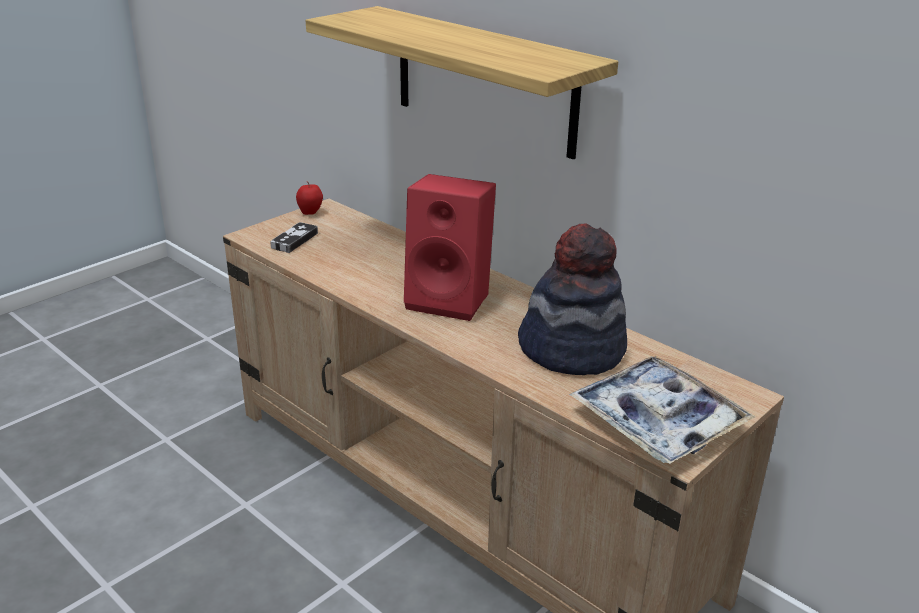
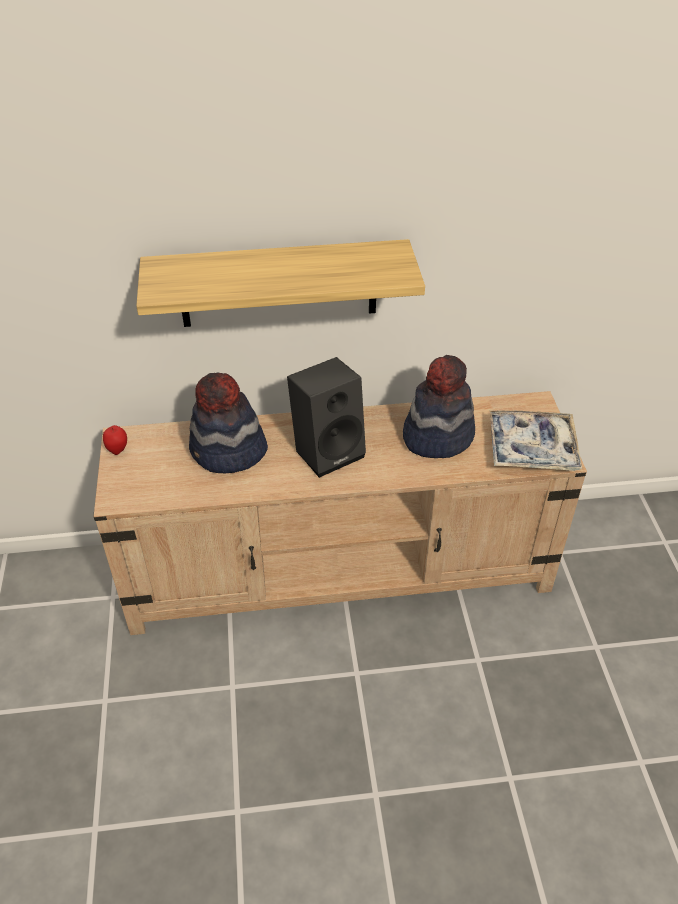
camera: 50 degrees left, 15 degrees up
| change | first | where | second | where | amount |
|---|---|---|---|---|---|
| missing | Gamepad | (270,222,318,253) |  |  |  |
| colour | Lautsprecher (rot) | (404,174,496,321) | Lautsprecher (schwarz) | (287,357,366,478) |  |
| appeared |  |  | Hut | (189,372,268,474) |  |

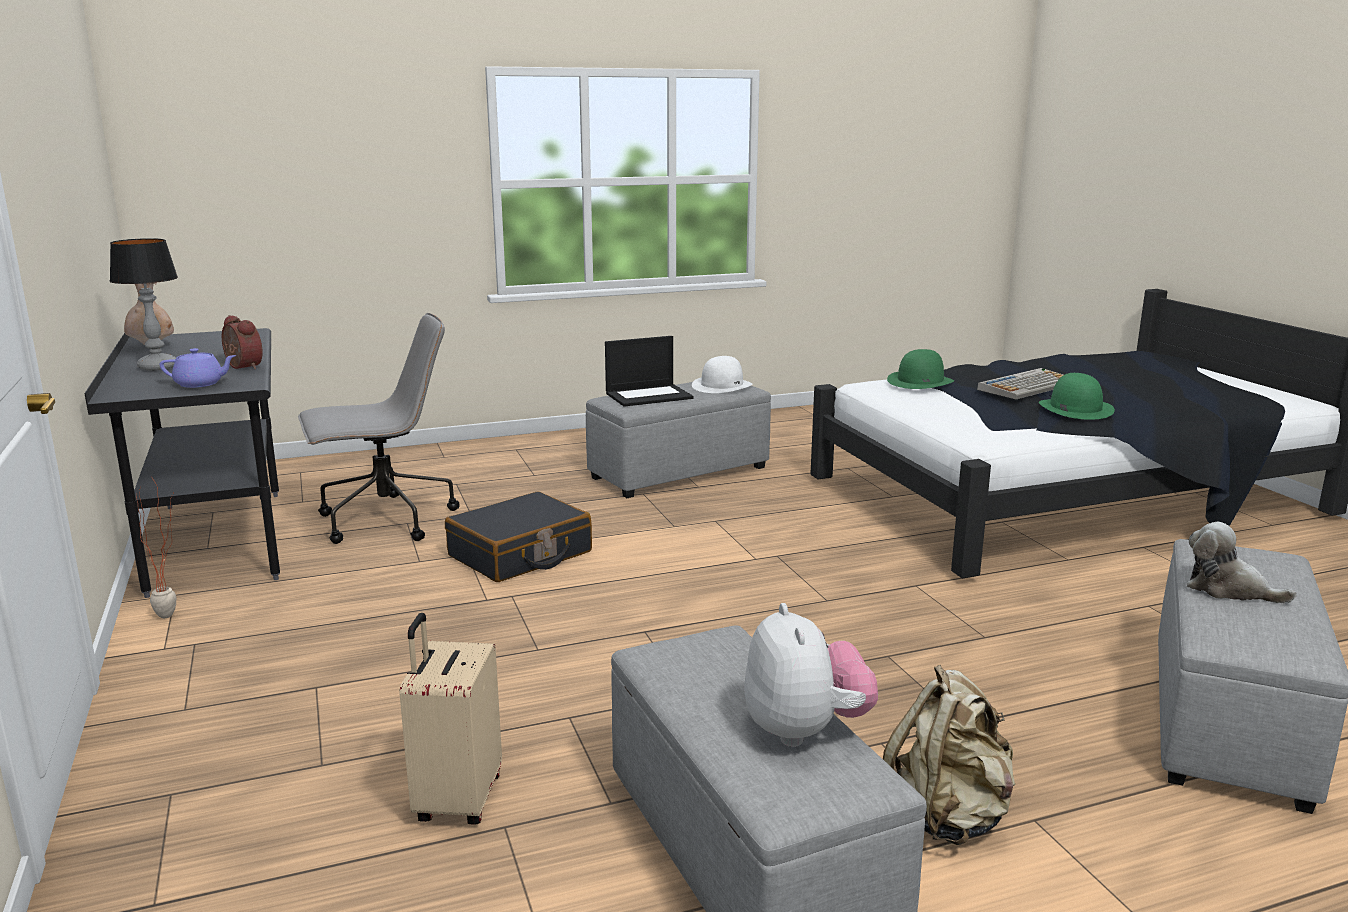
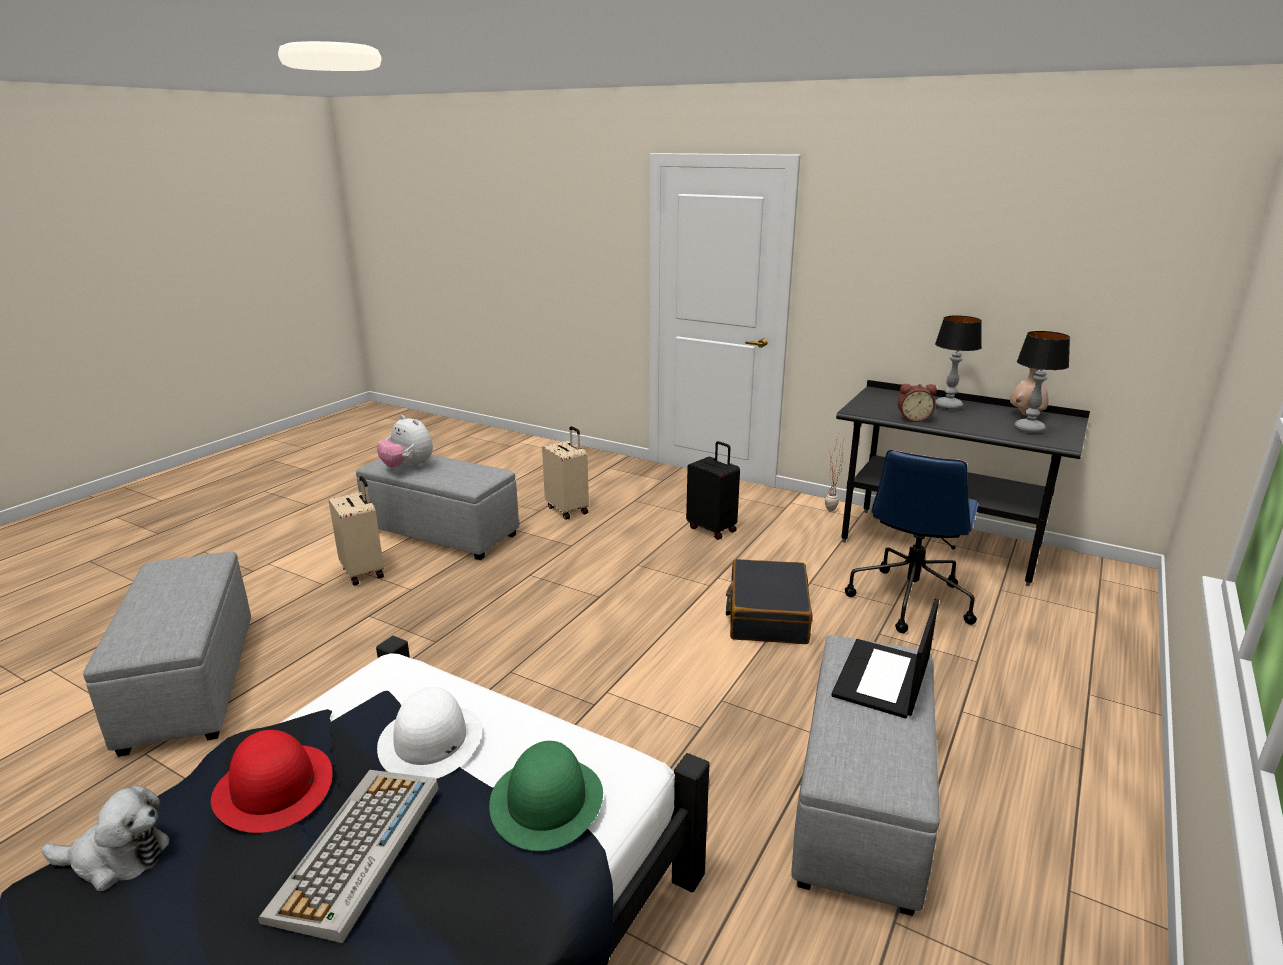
camera: 140 degrees right, 5 degrees up
| change | first | where | second | where | amount |
|---|---|---|---|---|---|
| missing | Teekanne (lila) | (160,348,236,388) |  |  |  |
| colour | Bürostuhl (grau) | (298,313,460,544) | Bürostuhl (blau) | (845,450,979,633) |  |
| relocated | Hut (weiß) | (692,356,753,393) |  | (377,687,482,779) |  |
| exchanged | Rucksack (beige) | (883,665,1015,845) | Koffer (beige) | (329,476,384,585) |  |
| colour | Hut (grün) | (1039,373,1115,420) | Hut (rot) | (211,730,333,833) |  |
| relocated | Plüschtier | (1187,522,1297,603) |  | (41,785,170,891) |  |
| appeared |  |  | Koffer (schwarz) | (686,441,740,540) |  |
| appeared |  |  | Tischlampe | (1014,331,1070,433) |  |

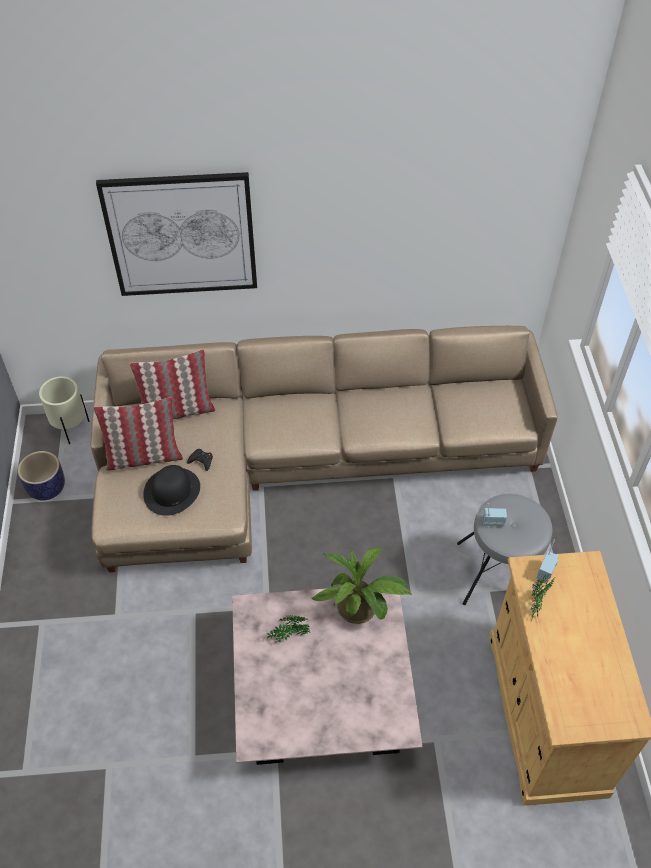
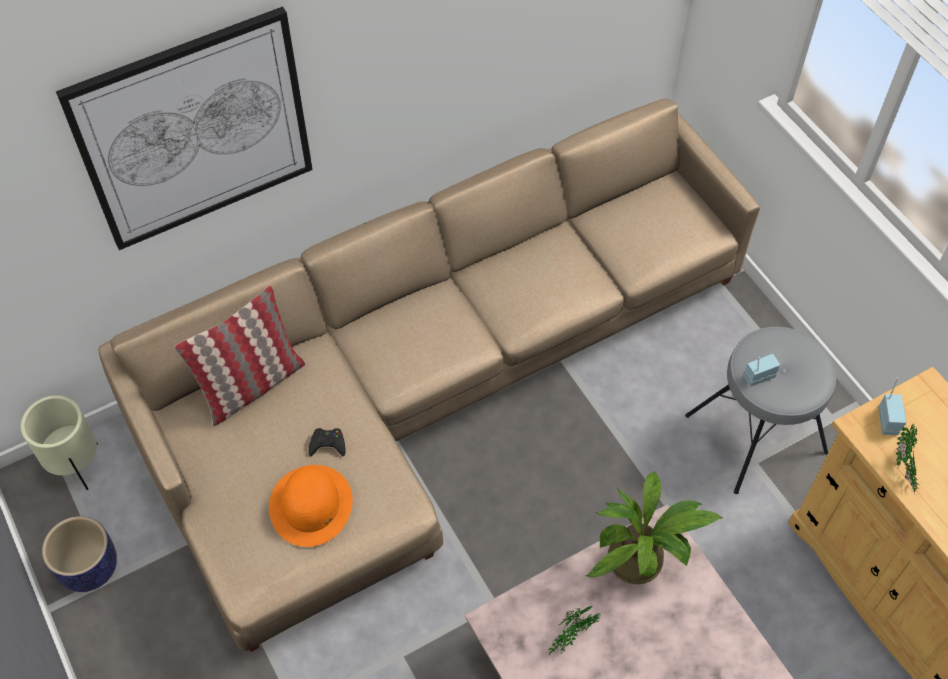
camera: 25 degrees left, 5 degrees up
| change | first | where | second | where | amount |
|---|---|---|---|---|---|
| missing | Kissen | (94,397,183,471) |  |  |  |
| colour | Hut (schwarz) | (143,465,200,516) | Hut (orange) | (269,465,353,547) |  |

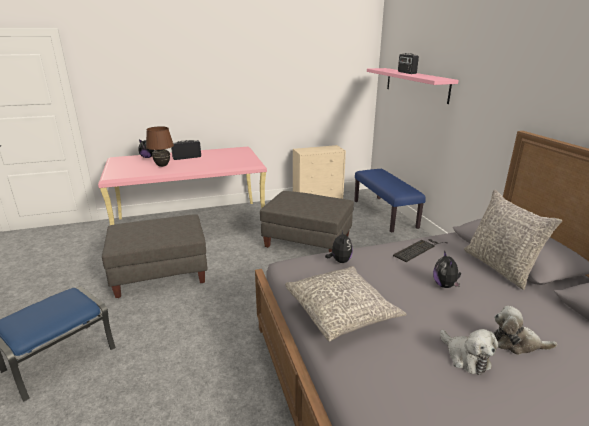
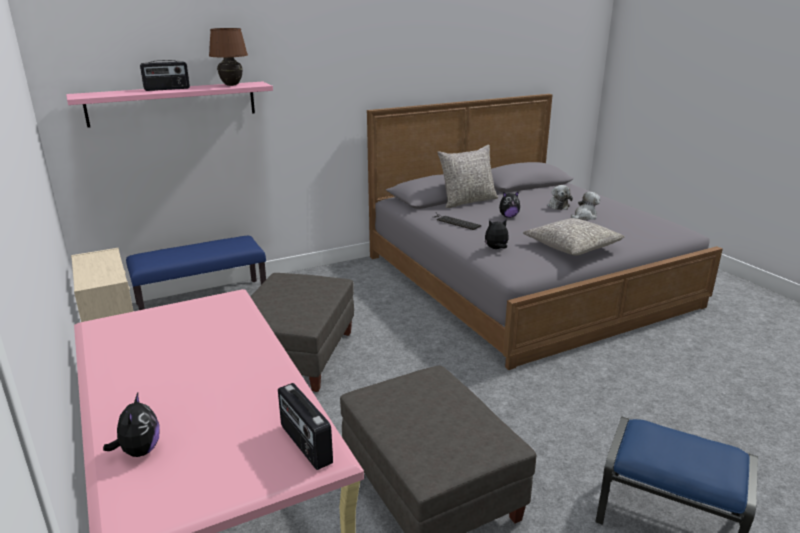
camera: 100 degrees left, 0 degrees up
| change | first | where | second | where | amount |
|---|---|---|---|---|---|
| relocated | Tischlampe (braun) | (146,126,174,167) |  | (209,28,248,86) |  |
| relocated | Radio | (171,140,201,160) |  | (278,383,333,470) |  |

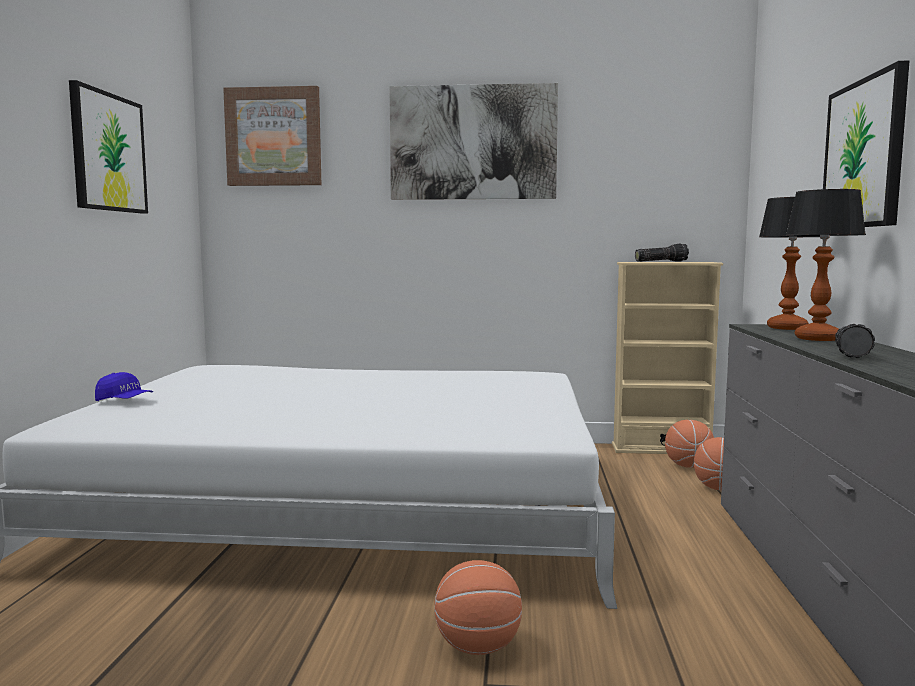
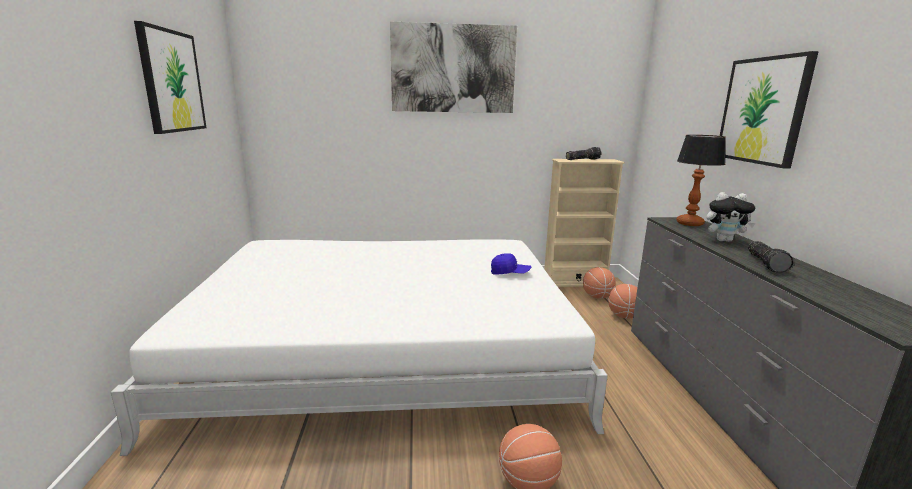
camera: 10 degrees left, 10 degrees up
| change | first | where | second | where | amount |
|---|---|---|---|---|---|
| relocated | Kappe (blau) | (95,372,153,401) |  | (491,253,531,274) |  |
| missing | Bild | (223,86,322,186) |  |  |  |
| exchanged | Tischlampe | (786,189,866,341) | Plüschtier | (706,192,755,242) |  |

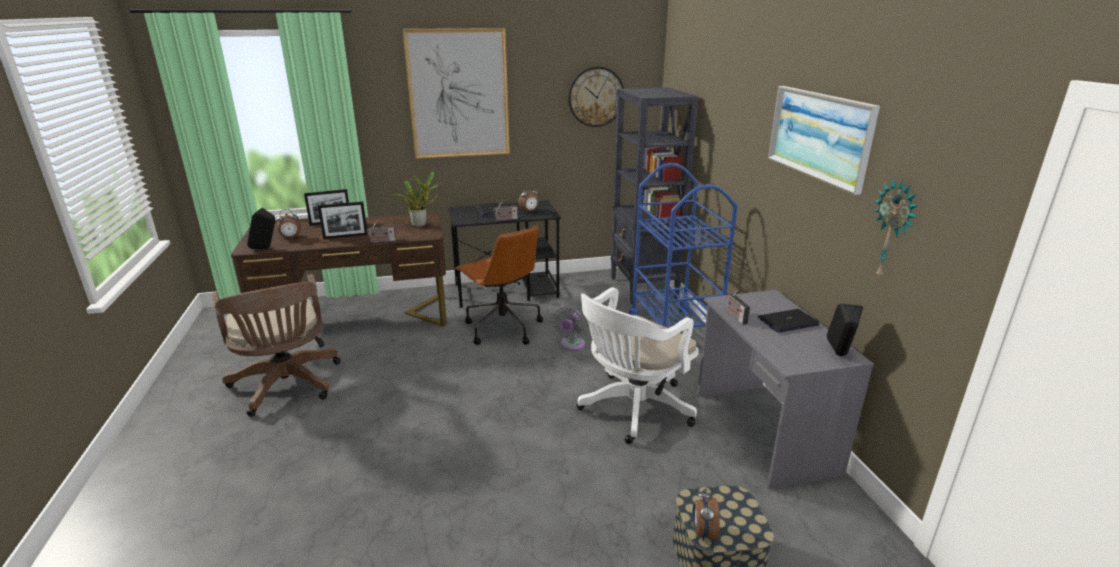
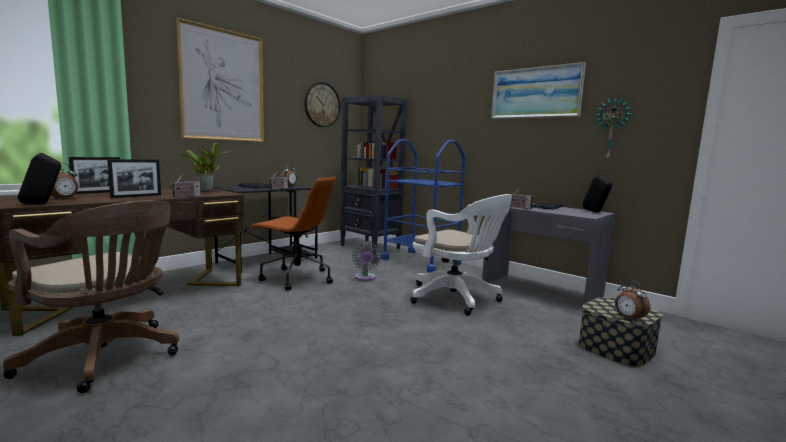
camera: 35 degrees left, 15 degrees down
| change | first | where | second | where | amount |
|---|---|---|---|---|---|
| spun | Bürostuhl (weiß) | (577,287,699,444) |  | (410,194,512,315) | 60 degrees counterclockwise |

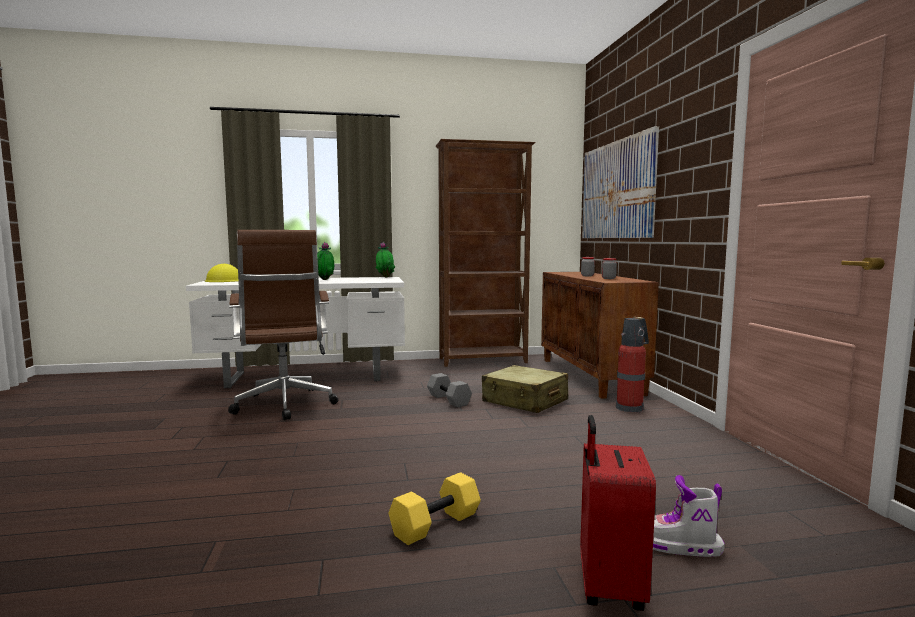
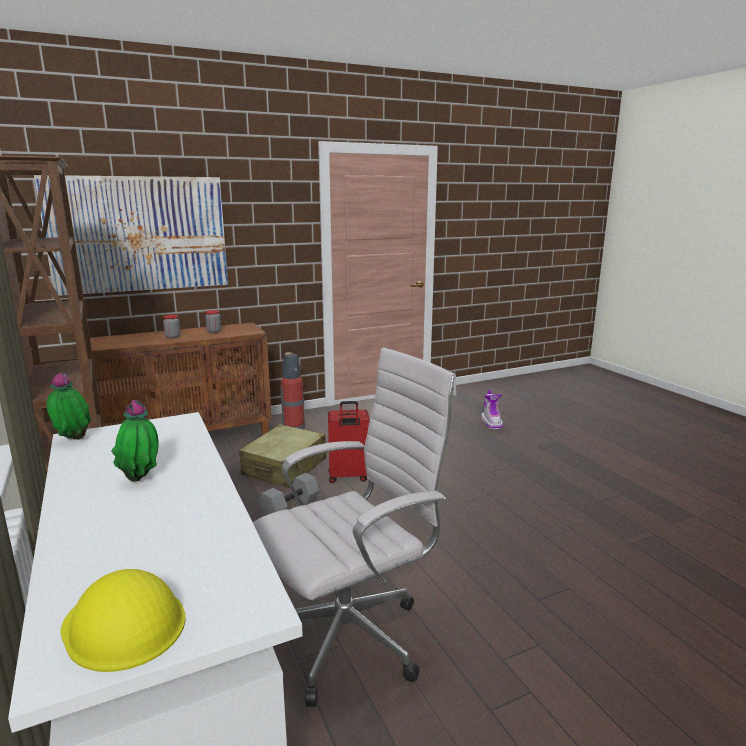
camera: 105 degrees left, 10 degrees up
| change | first | where | second | where | amount |
|---|---|---|---|---|---|
| colour | Bürostuhl (braun) | (228,230,338,420) | Bürostuhl (weiß) | (253,347,457,707) |  |
| missing | Hantel (gelb) | (389,472,481,545) |  |  |  |
| relocated | Koffer (rot) | (580,415,656,611) |  | (328,401,370,483) |  |

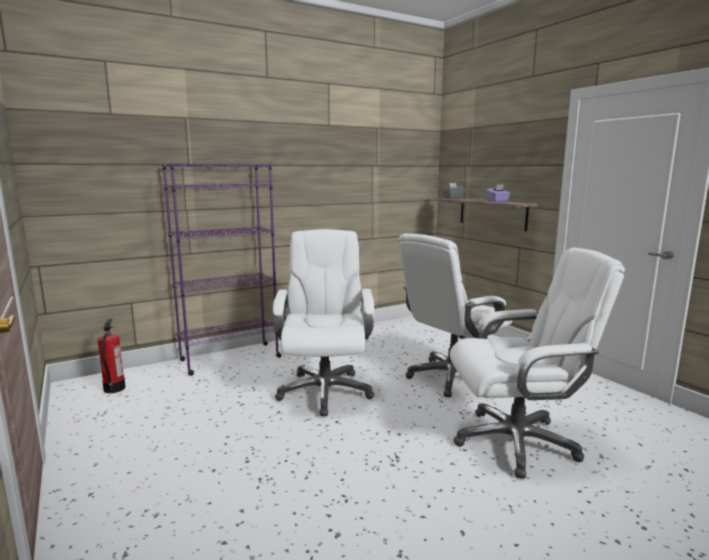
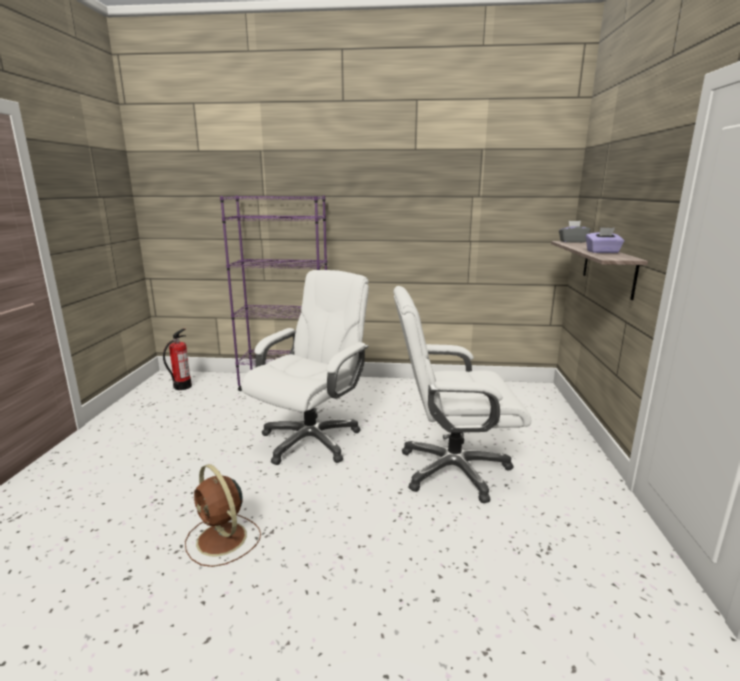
camera: 35 degrees right, 5 degrees up
| change | first | where | second | where | amount |
|---|---|---|---|---|---|
| missing | Bürostuhl (weiß) | (450,248,625,479) |  |  |  |
| appeared |  |  | Ventilator (braun) | (185,464,261,567) |  |

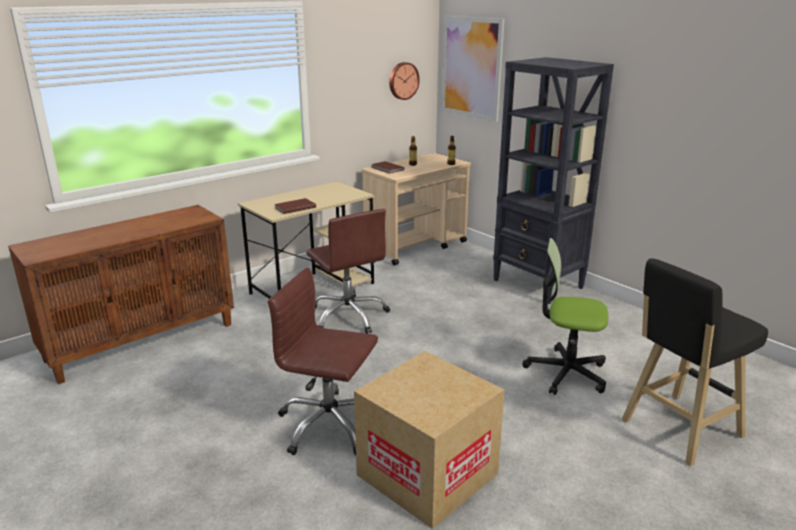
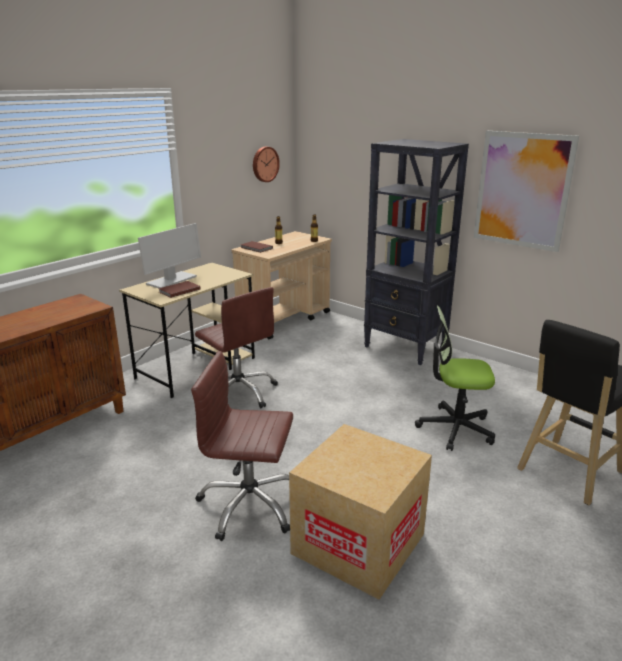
camera: 10 degrees left, 0 degrees up
| change | first | where | second | where | amount |
|---|---|---|---|---|---|
| relocated | Bild | (442,16,505,122) |  | (474,131,579,252) |  |
| appeared |  |  | Monitor | (138,223,201,288) |  |

